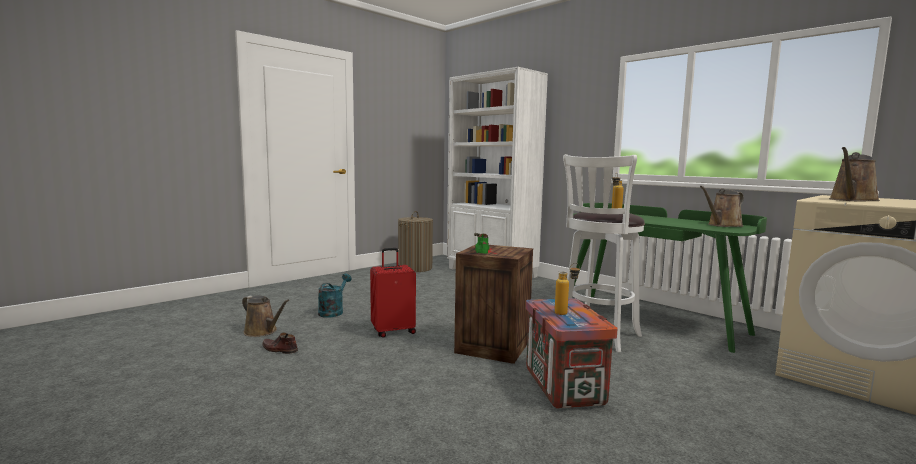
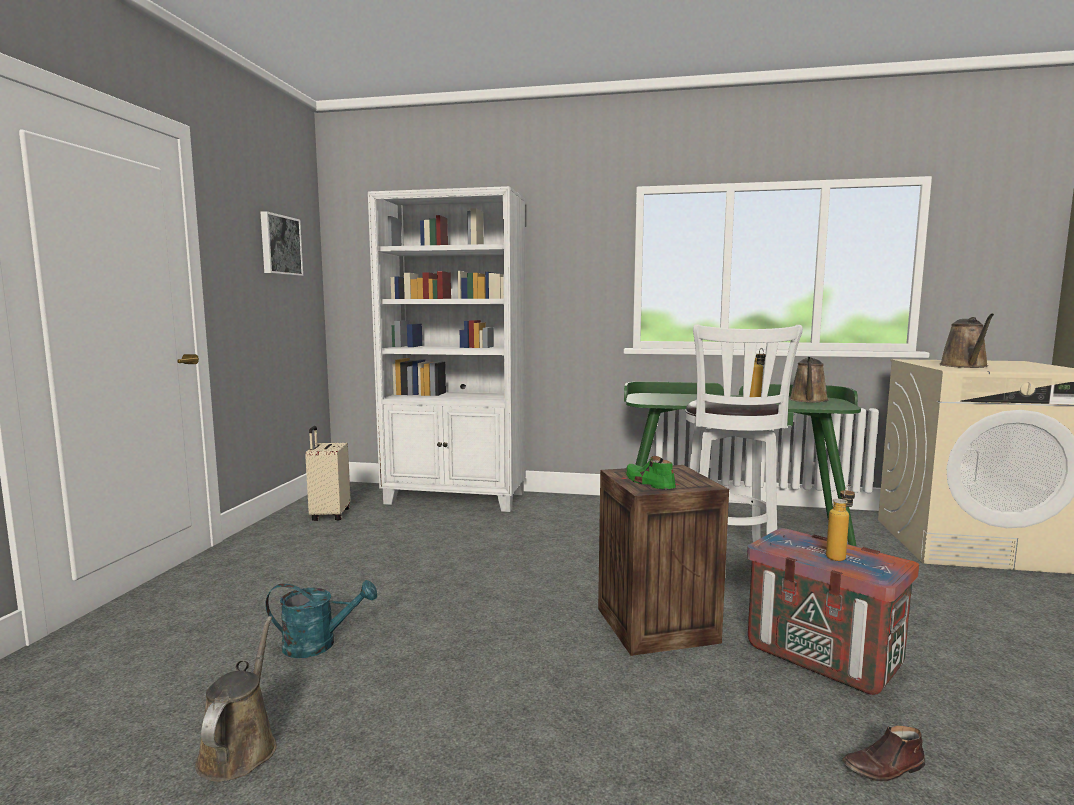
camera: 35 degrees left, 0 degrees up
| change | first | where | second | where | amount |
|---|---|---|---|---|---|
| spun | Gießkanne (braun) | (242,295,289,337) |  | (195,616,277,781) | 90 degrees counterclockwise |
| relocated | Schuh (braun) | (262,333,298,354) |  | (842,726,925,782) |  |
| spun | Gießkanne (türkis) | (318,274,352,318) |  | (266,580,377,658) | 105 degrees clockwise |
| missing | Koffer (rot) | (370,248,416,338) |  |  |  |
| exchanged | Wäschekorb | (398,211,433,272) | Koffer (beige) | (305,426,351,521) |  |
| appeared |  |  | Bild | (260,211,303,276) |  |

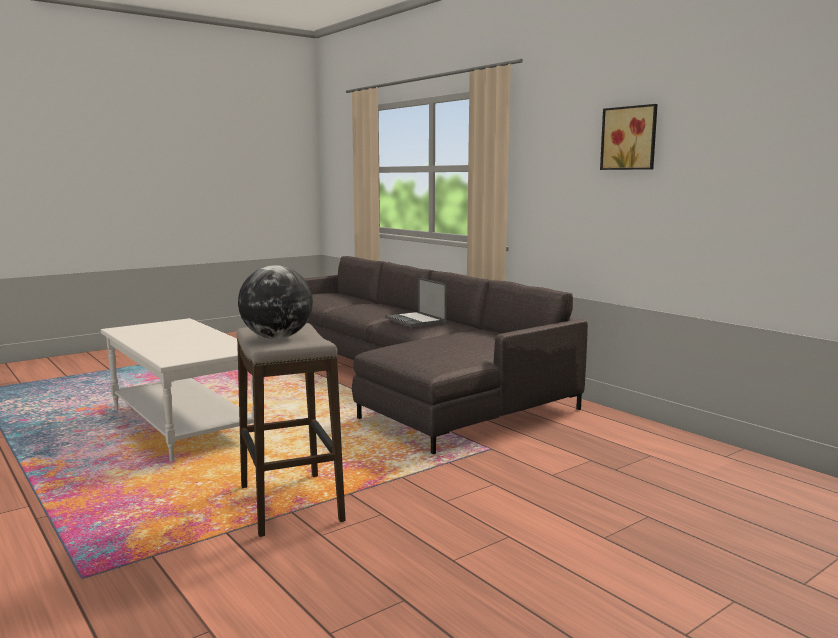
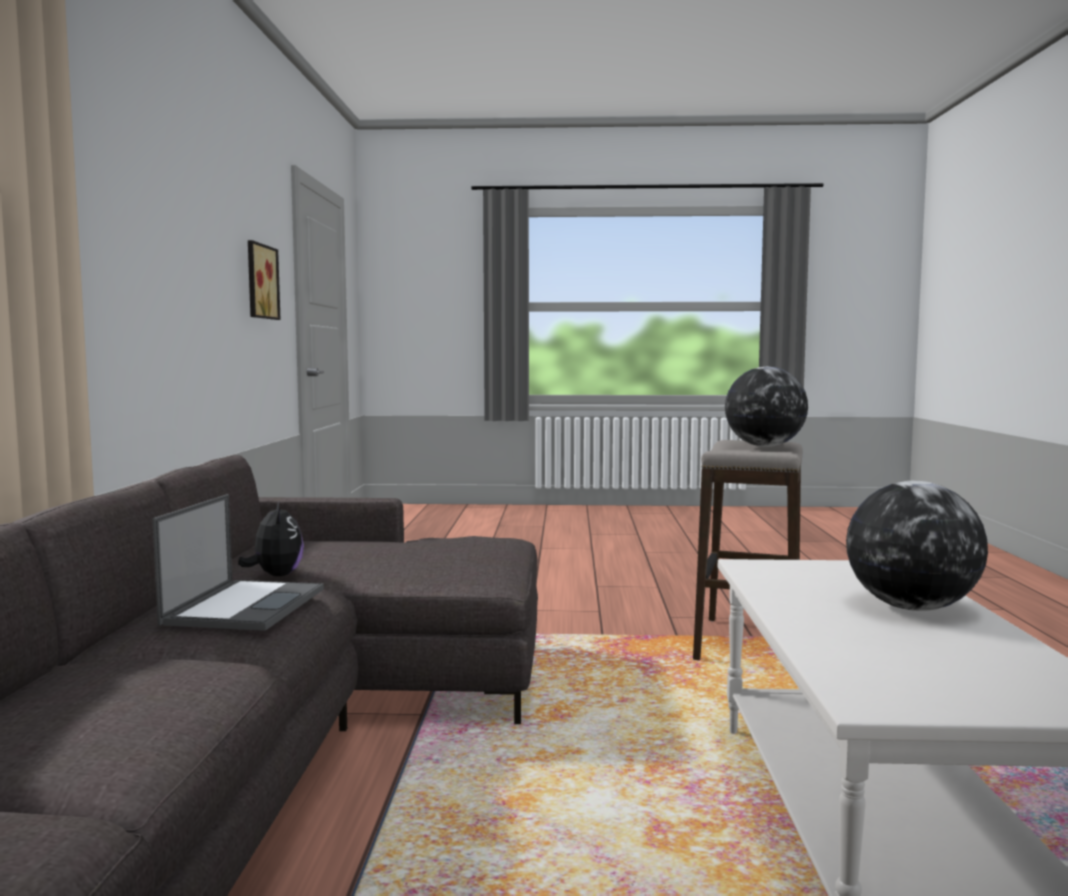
camera: 140 degrees left, 5 degrees down
| change | first | where | second | where | amount |
|---|---|---|---|---|---|
| relocated | Bild | (600,104,658,170) |  | (248,240,281,320) |  |
| appeared |  |  | Plüschtier | (238,502,304,576) |  |
| appeared |  |  | Globus | (846,481,988,611) |  |

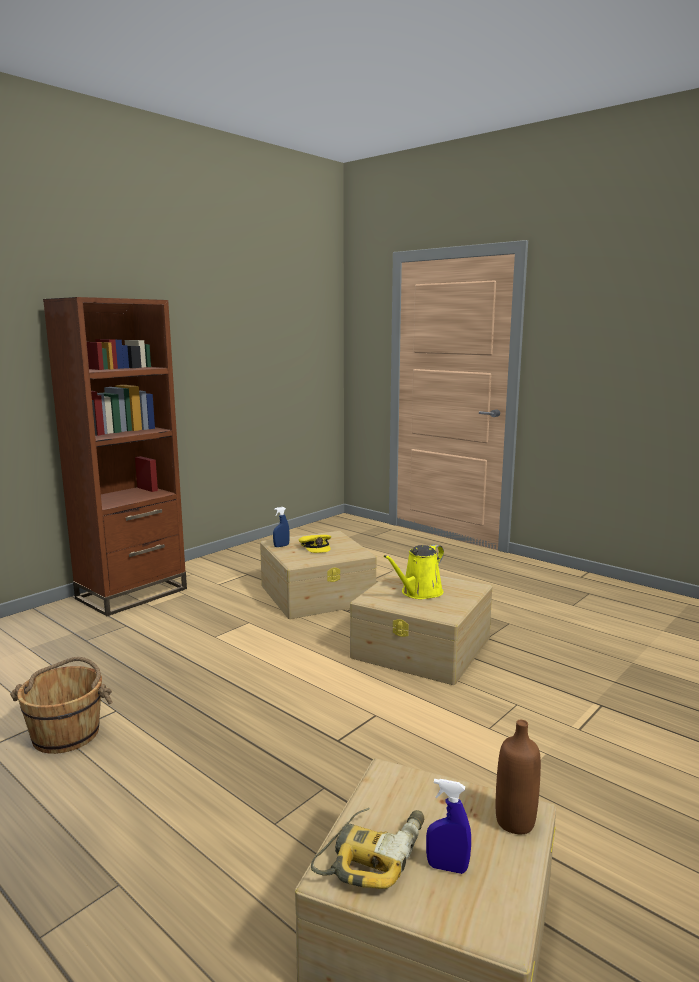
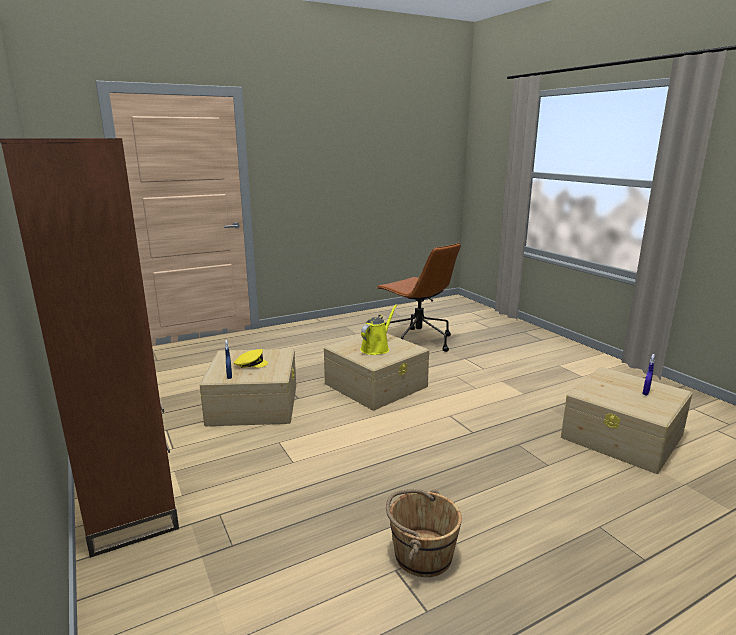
camera: 70 degrees left, 5 degrees up
| change | first | where | second | where | amount |
|---|---|---|---|---|---|
| missing | Bohrmaschine | (311,808,424,889) |  |  |  |
| spun | Gießkanne (gelb) | (383,544,444,599) |  | (360,304,397,355) | 120 degrees counterclockwise |
| missing | Flasche (braun) | (496,720,541,834) |  |  |  |
| appeared |  |  | Bürostuhl (braun) | (376,243,461,352) |  |

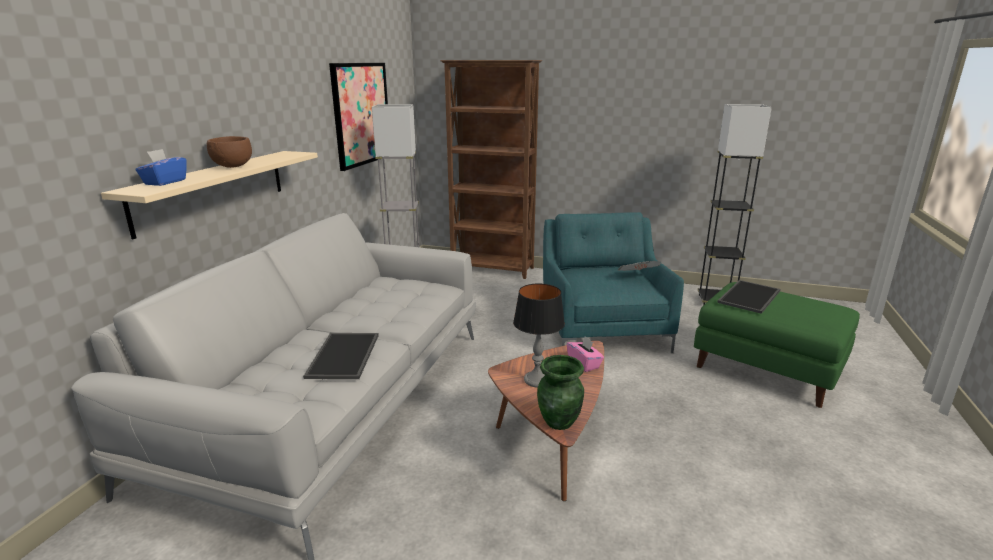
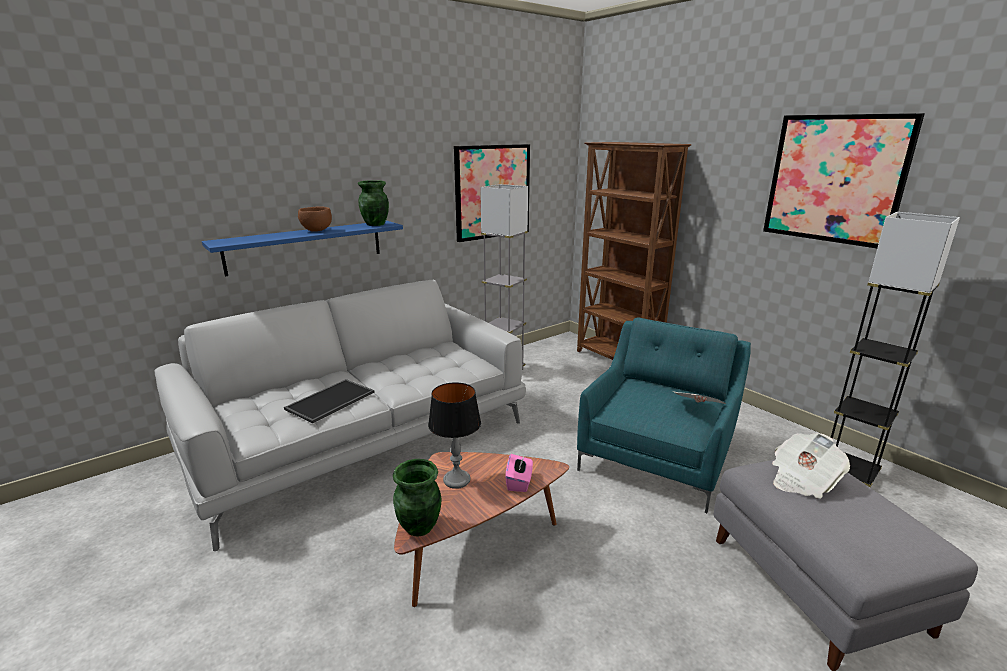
camera: 35 degrees right, 0 degrees up
| change | first | where | second | where | amount |
|---|---|---|---|---|---|
| colour | Wandregal (beige) | (101,151,318,239) | Wandregal (blau) | (202,221,403,277) |  |
| missing | Taschentuchbox (blau) | (135,149,187,186) |  |  |  |
| colour | Polsterhocker (grün) | (694,282,860,408) | Polsterhocker (grau) | (714,459,978,671) |  |
| exchanged | Tablett | (717,280,781,314) | Zeitung | (772,433,850,498) |  |
| appeared |  |  | Vase (grün) | (358,180,389,226) |  |
| appeared |  |  | Bild | (763,113,925,248) |  |

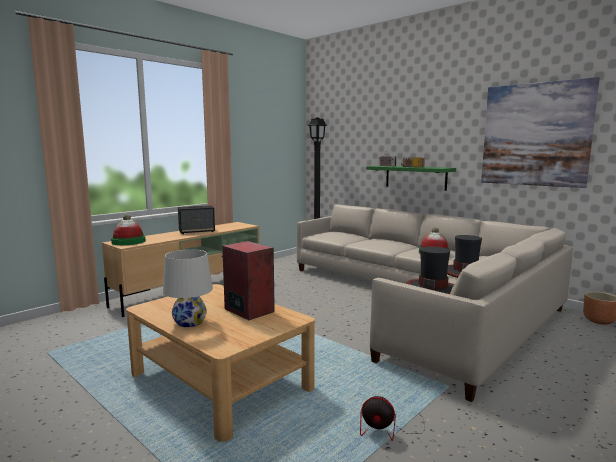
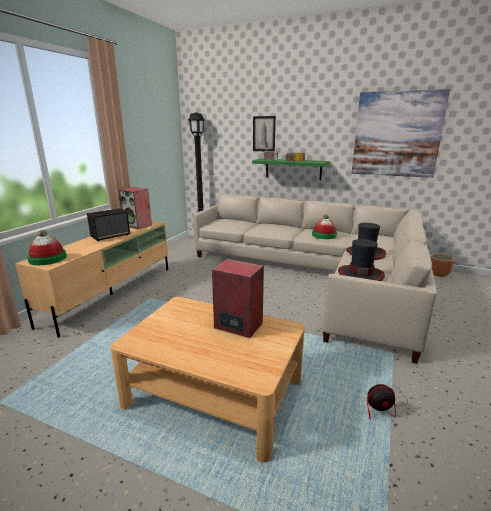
camera: 20 degrees left, 10 degrees up
| change | first | where | second | where | amount |
|---|---|---|---|---|---|
| missing | Tischlampe (weiß) | (163,250,213,327) |  |  |  |
| appeared |  |  | Lautsprecher | (118,187,152,229) |  |
| appeared |  |  | Bild | (253,116,276,151) |  |

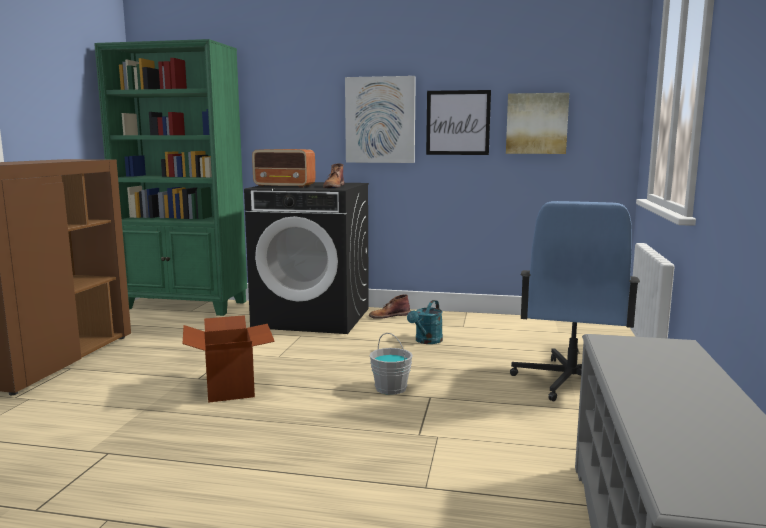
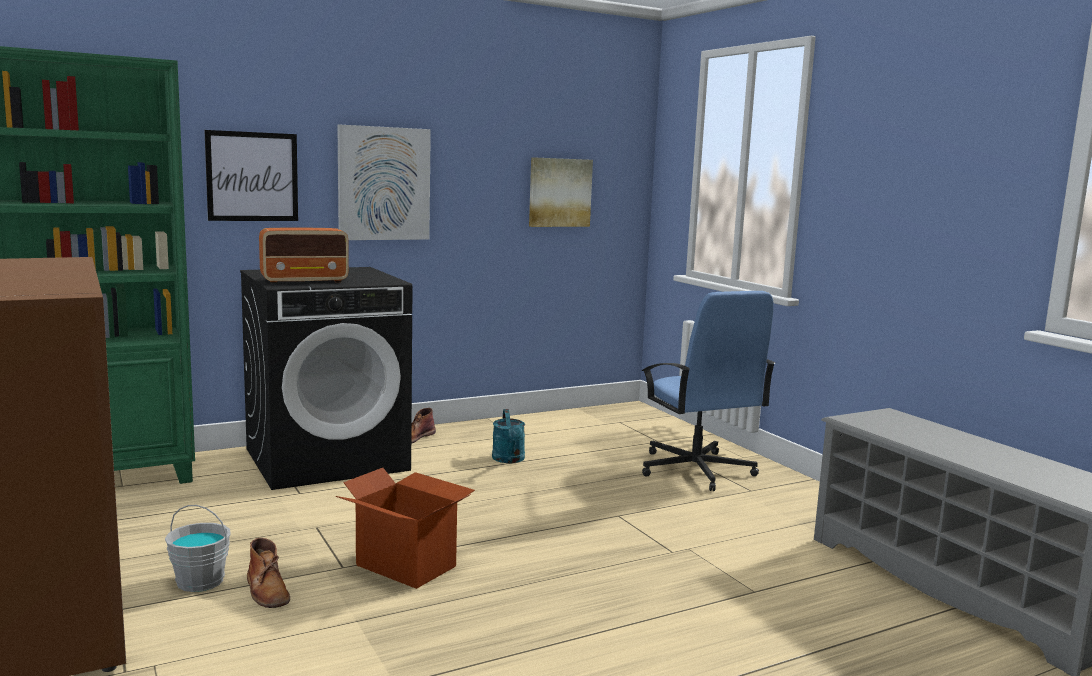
camera: 40 degrees left, 0 degrees up
| change | first | where | second | where | amount |
|---|---|---|---|---|---|
| relocated | Stiefel (braun) | (323,163,345,188) |  | (247,538,290,608) |  |
| relocated | Eimer (grau) | (369,333,413,395) |  | (165,505,231,592) |  |
| relocated | Bild | (426,90,491,155) |  | (204,130,298,221) |  |

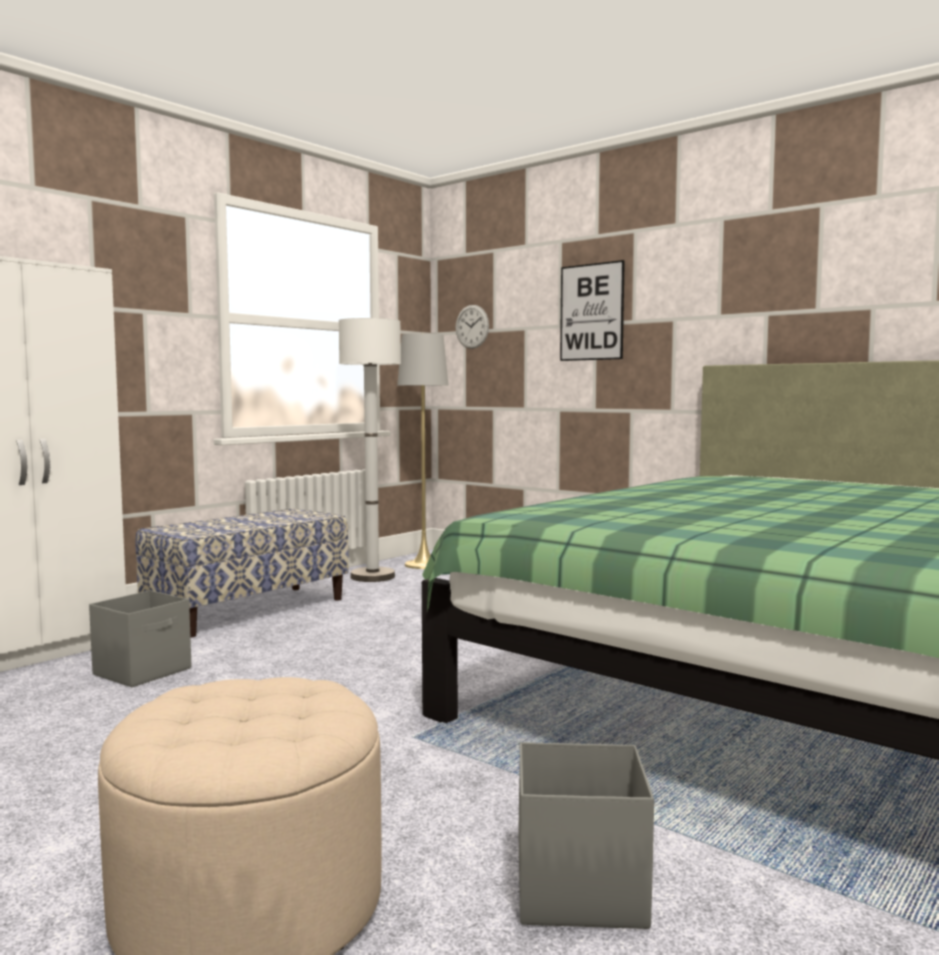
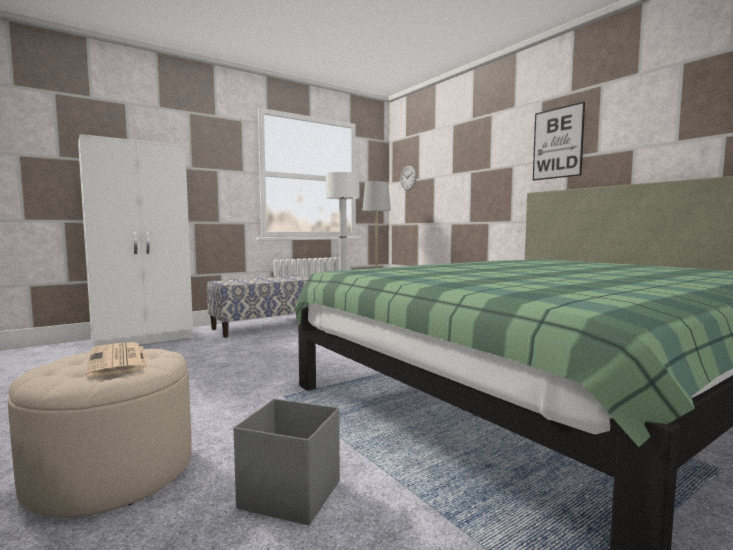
camera: 15 degrees right, 0 degrees up
| change | first | where | second | where | amount |
|---|---|---|---|---|---|
| missing | Aufbewahrungsbox (grau) | (89,590,191,687) |  |  |  |
| relocated | Bild | (560,260,625,361) |  | (533,102,585,181) |  |
| appeared |  |  | Zeitung | (86,342,148,377) |  |

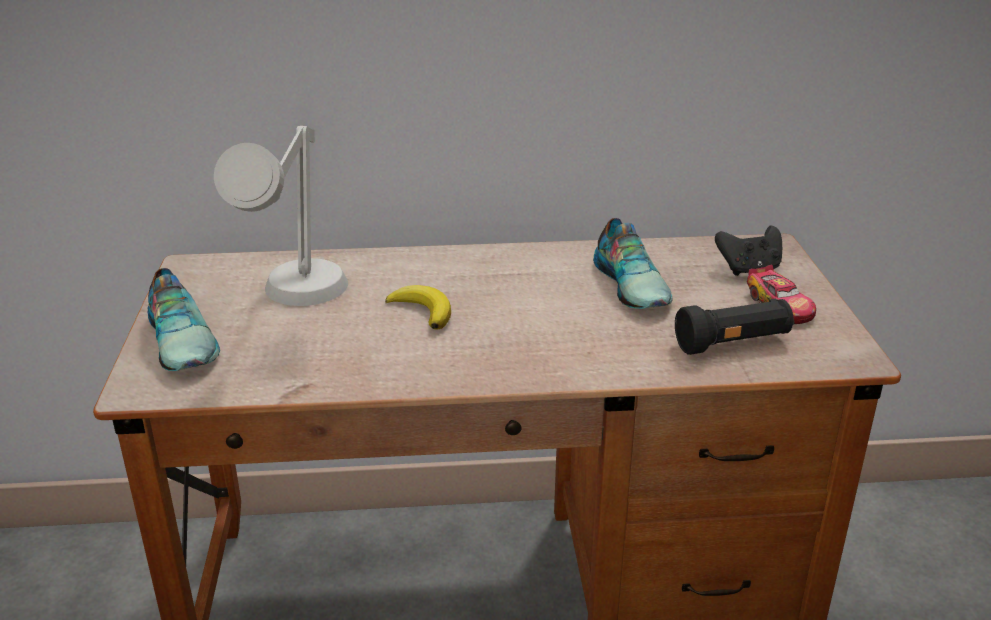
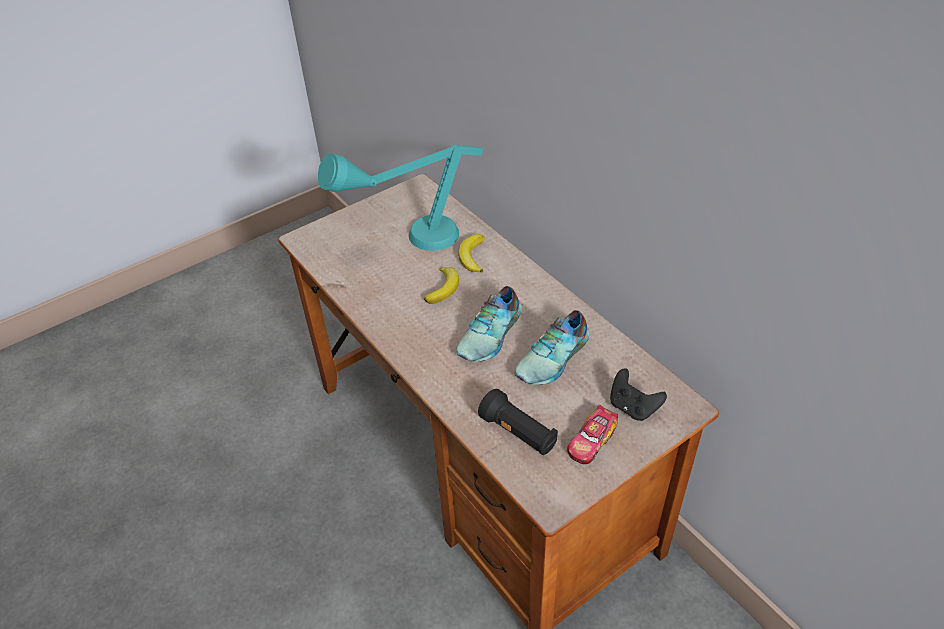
camera: 60 degrees right, 15 degrees up
| change | first | where | second | where | amount |
|---|---|---|---|---|---|
| relocated | Schuh | (147,268,220,371) |  | (456,286,522,362) |  |
| colour | Tischlampe (grau) | (214,126,348,306) | Tischlampe (türkis) | (318,144,484,251) |  |
| appeared |  |  | Banane | (458,234,485,273) |  |

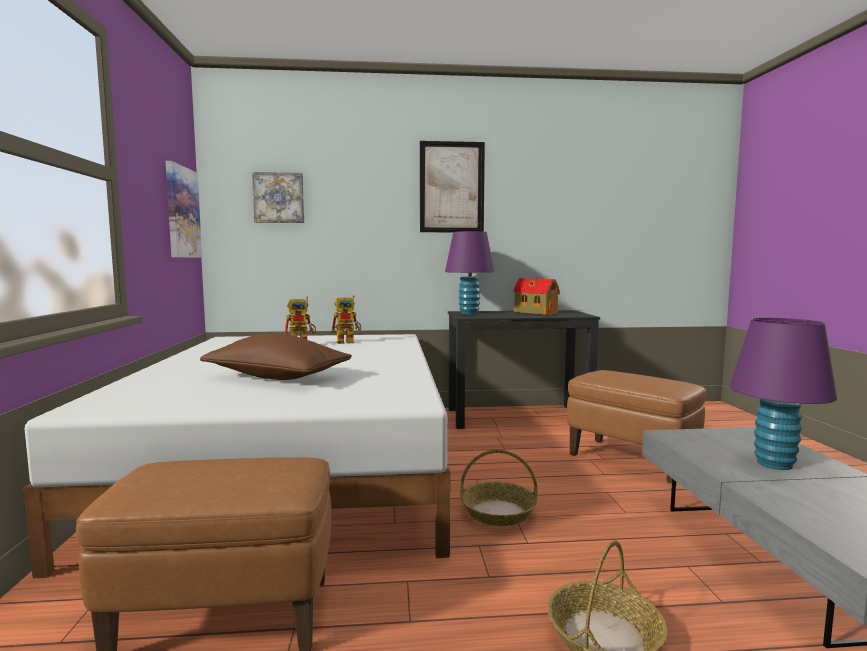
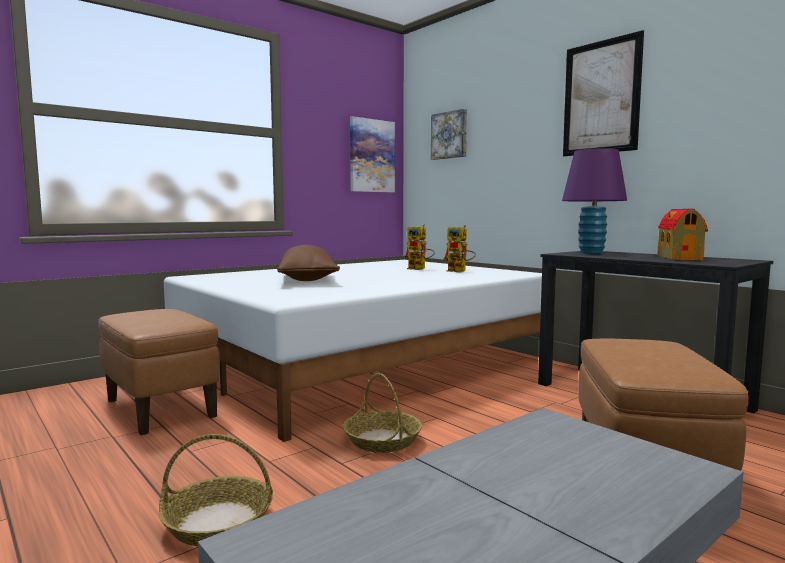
camera: 55 degrees right, 0 degrees up
| change | first | where | second | where | amount |
|---|---|---|---|---|---|
| missing | Tischlampe (lila) | (730,318,837,470) |  |  |  |

